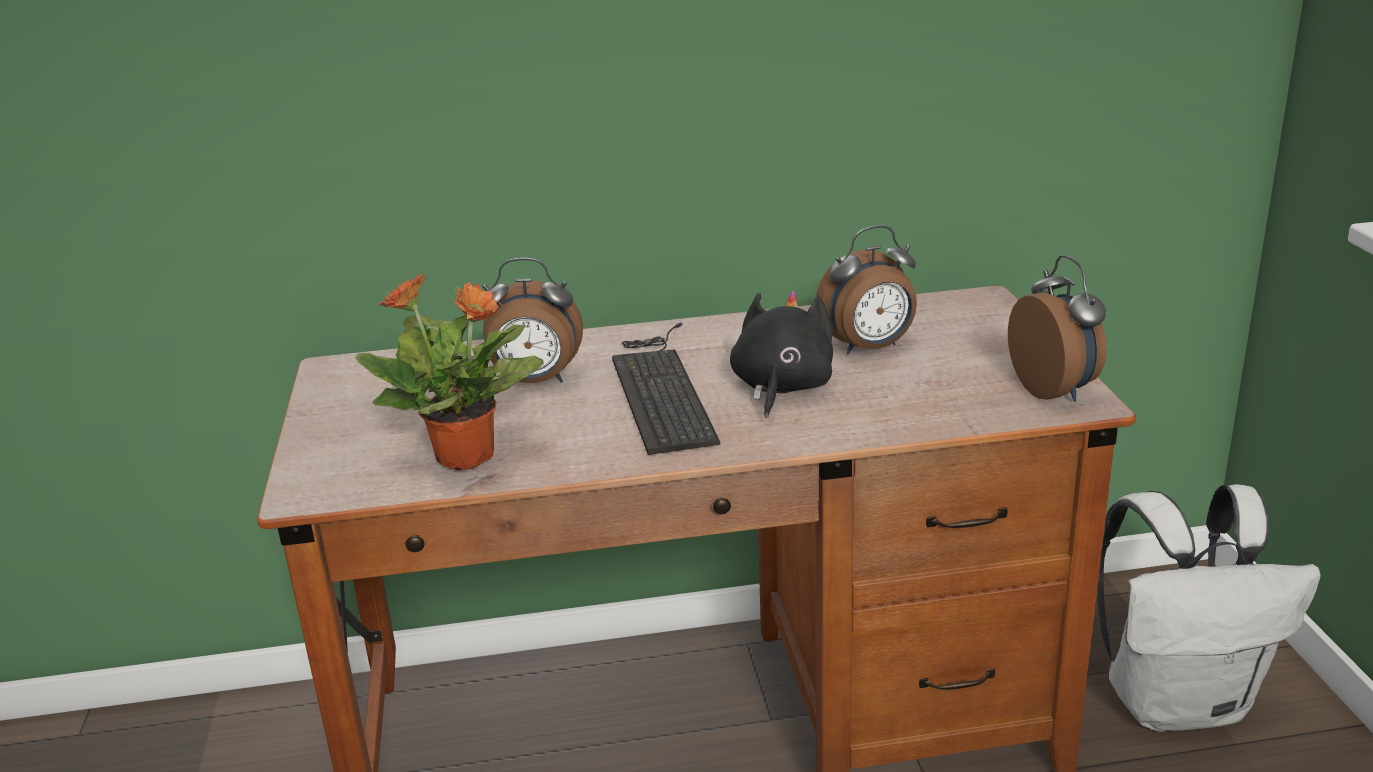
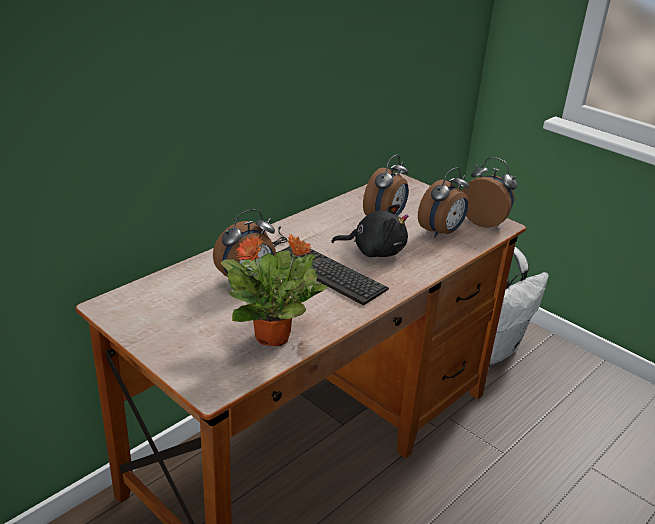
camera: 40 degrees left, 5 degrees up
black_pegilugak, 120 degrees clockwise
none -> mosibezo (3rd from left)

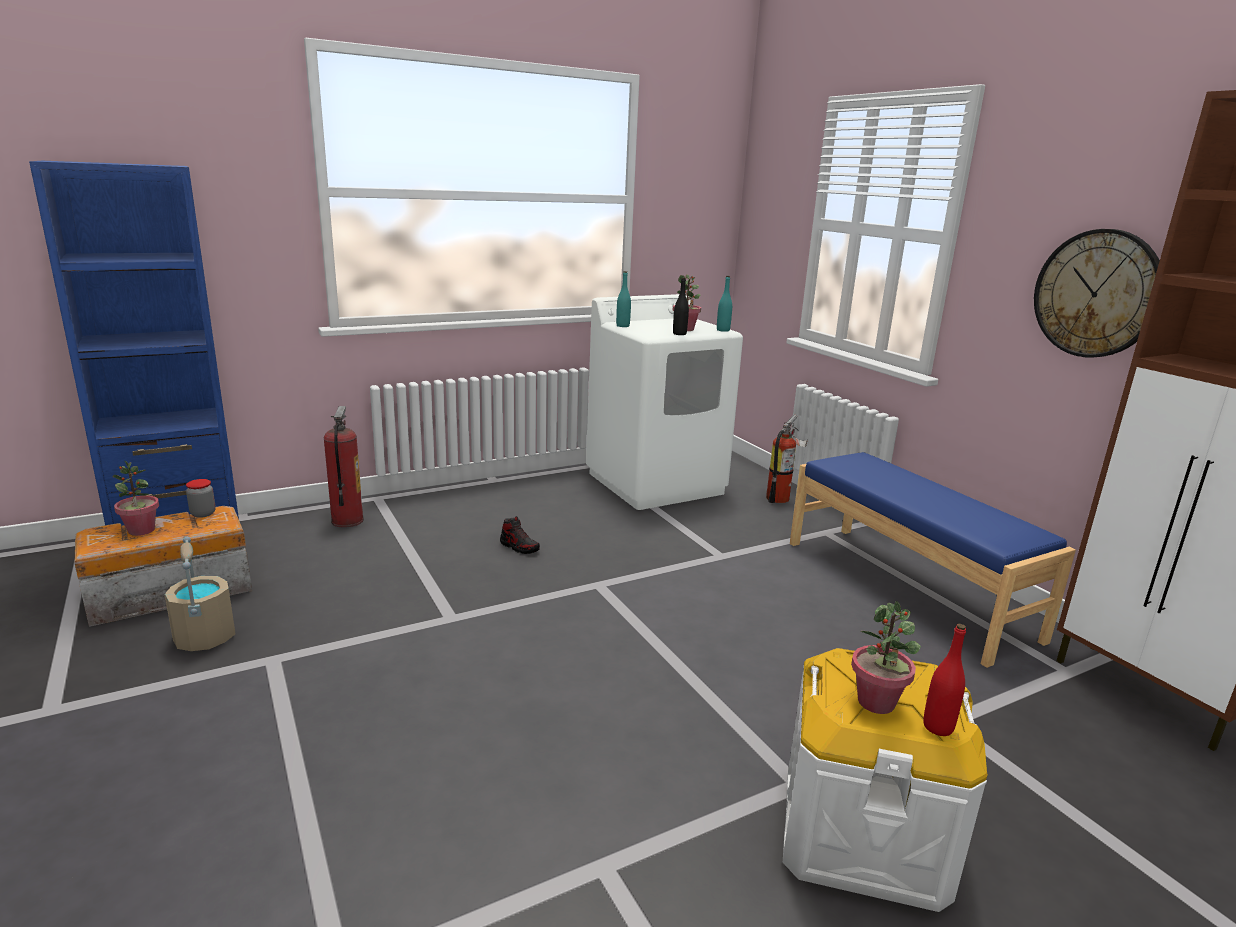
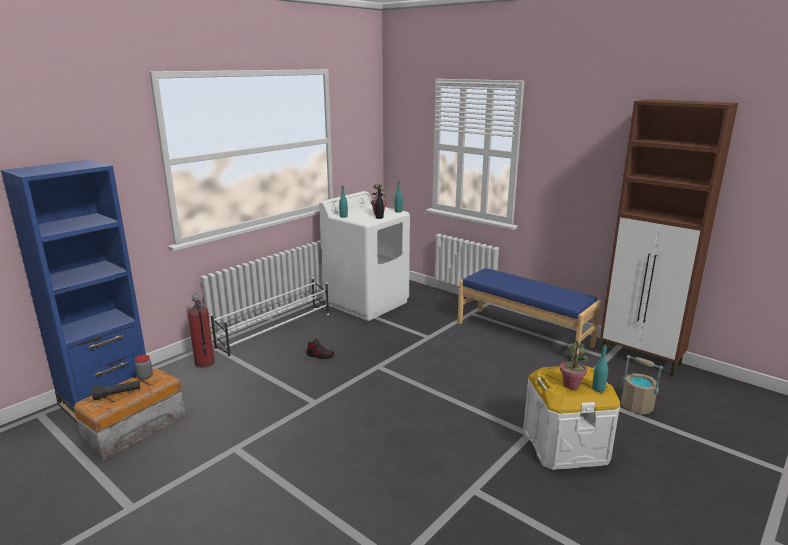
camera: 20 degrees left, 0 degrees up
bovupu (1st from left) -> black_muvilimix
none -> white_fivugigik
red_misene -> turquoise_misene (3rd from left)
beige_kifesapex, move
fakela (2nd from left) -> none
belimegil -> none

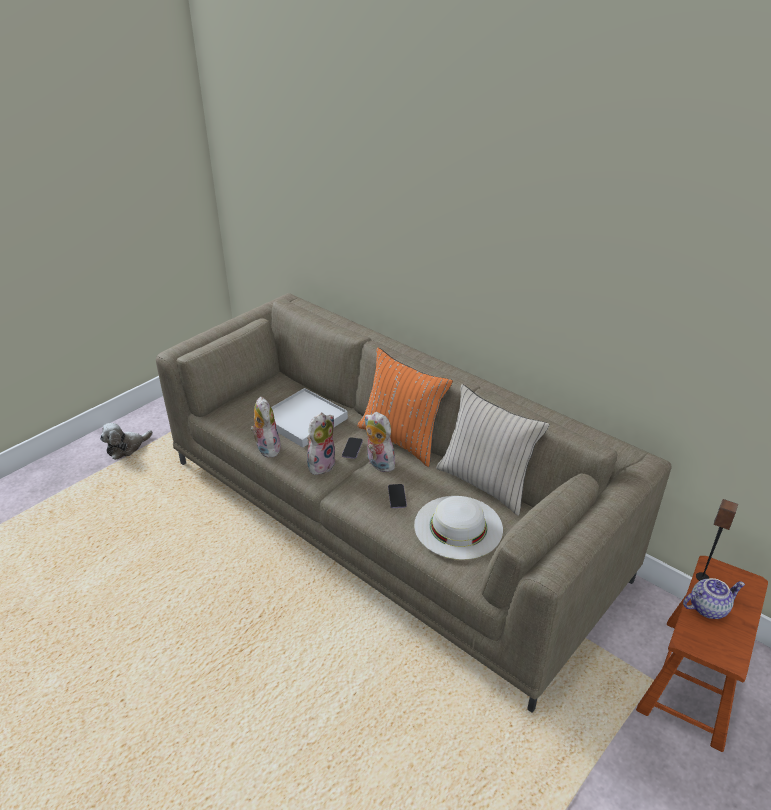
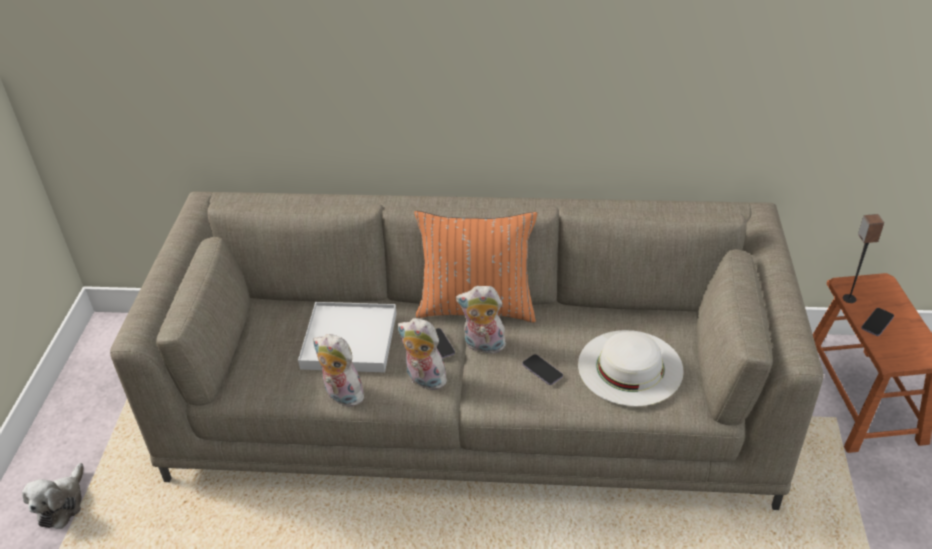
camera: 35 degrees left, 5 degrees up
pegilugak (3rd from left), 60 degrees counterclockwise
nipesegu -> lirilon (3rd from left)
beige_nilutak -> none

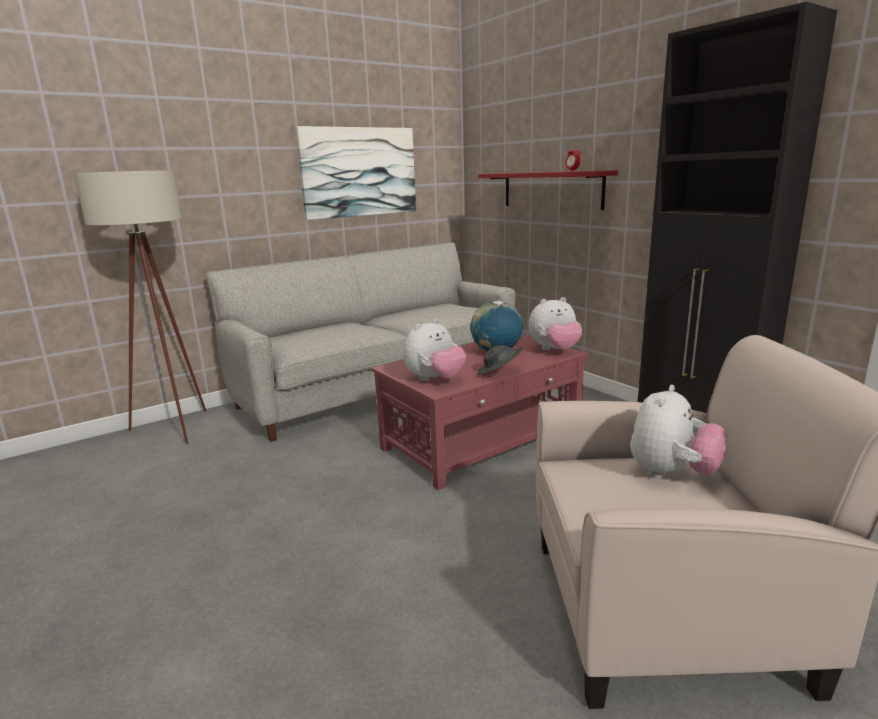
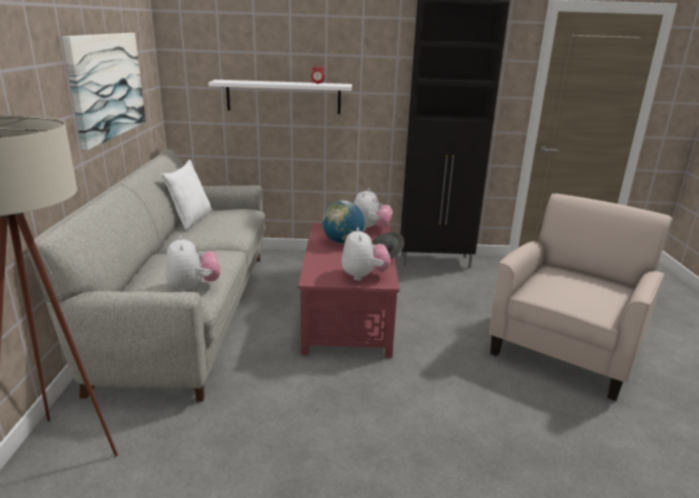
camera: 55 degrees left, 5 degrees up
none -> white_nilutak
pegilugak (3rd from left in the first image) -> pegilugak (1st from left), move
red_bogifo -> white_bogifo

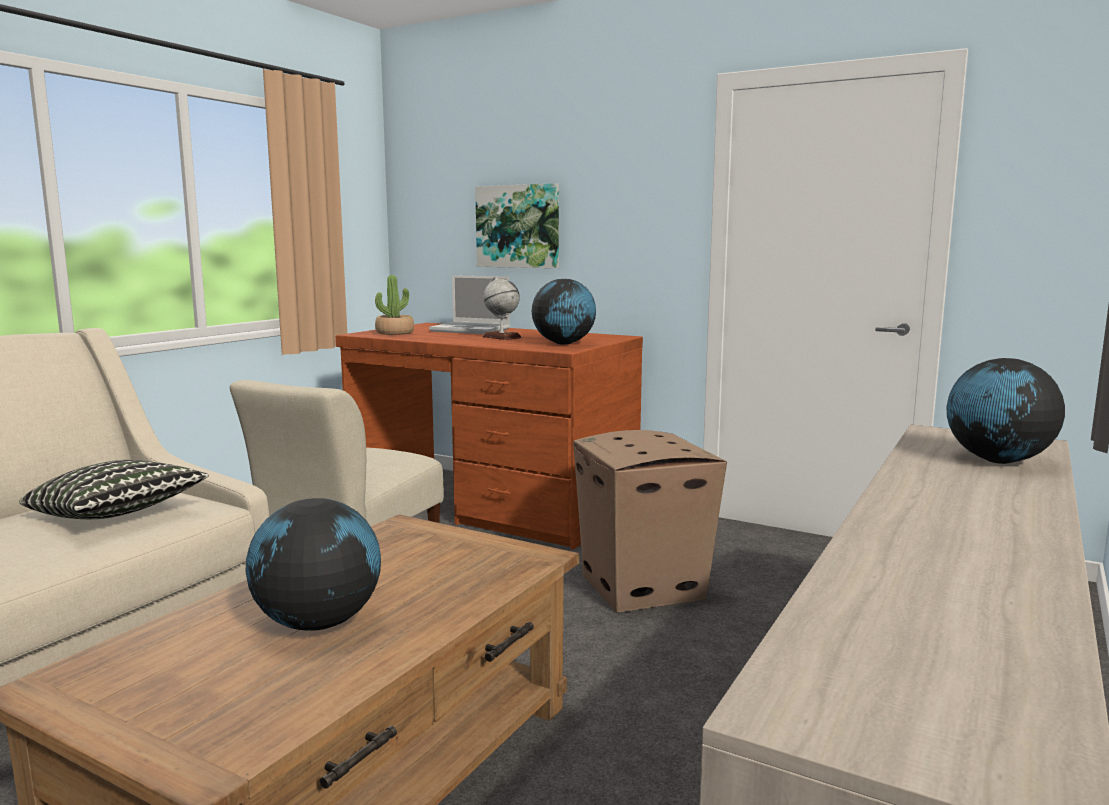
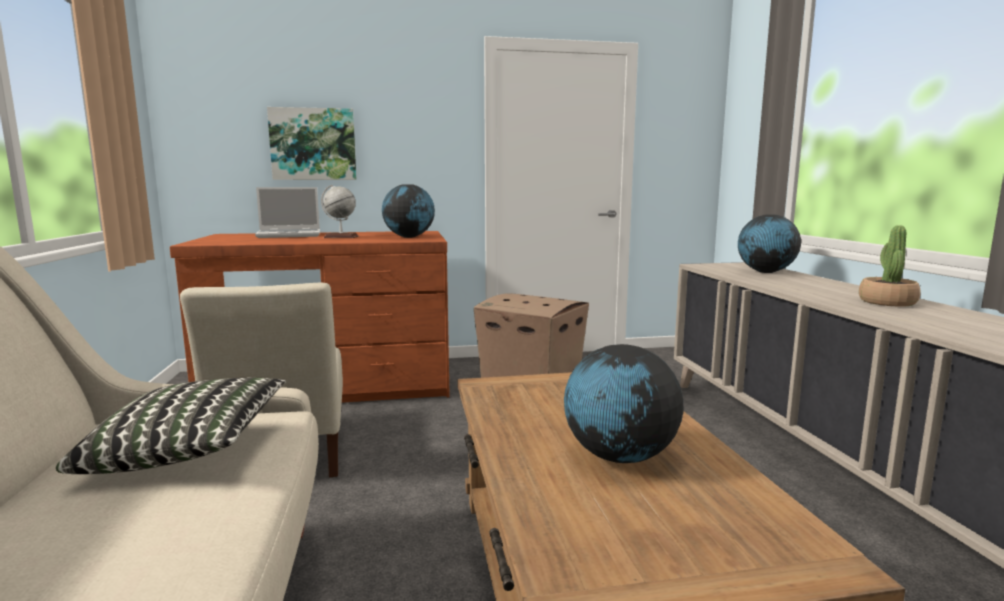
camera: 40 degrees left, 0 degrees up
bovupu, move

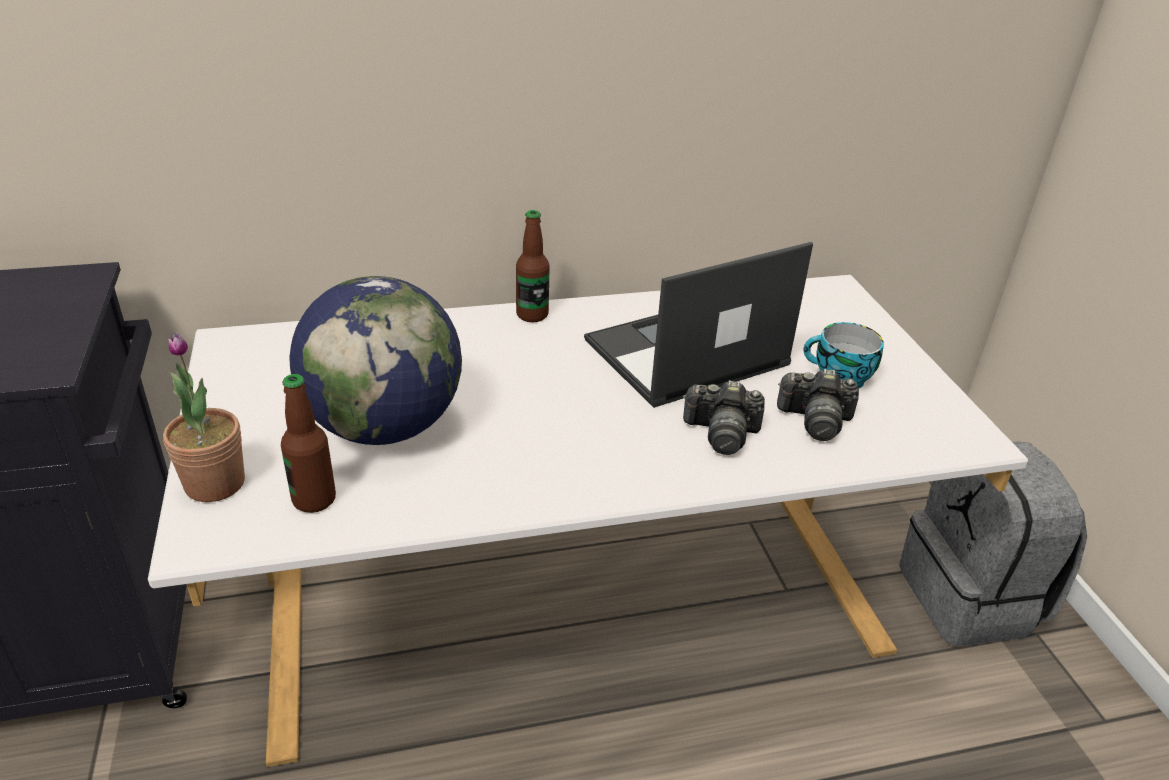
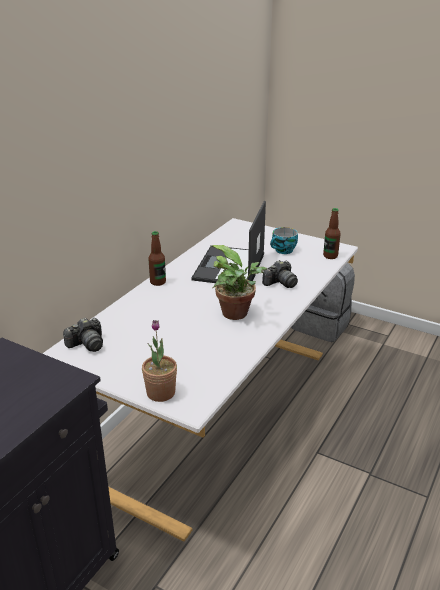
camera: 45 degrees left, 5 degrees down
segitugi (2nd from left in the first image) -> segitugi (1st from left), move
none -> bovupu (2nd from left)
misene (1st from left in the first image) -> misene (2nd from left), move
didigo -> none

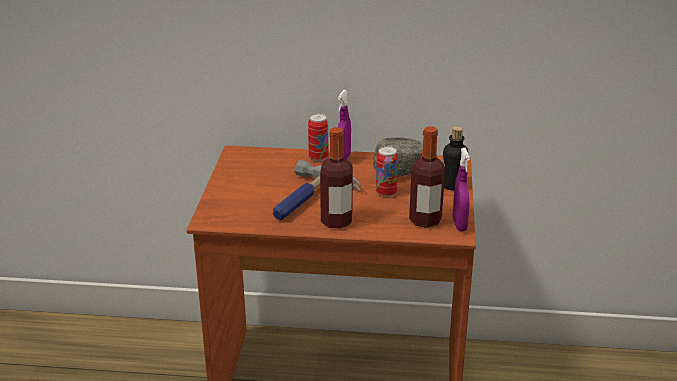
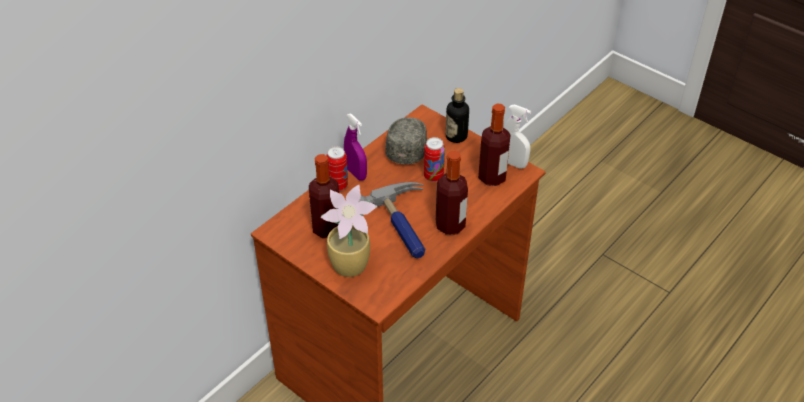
camera: 55 degrees left, 15 degrees up
none -> misene (1st from left)
none -> bovupu
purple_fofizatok (2nd from left) -> white_fofizatok

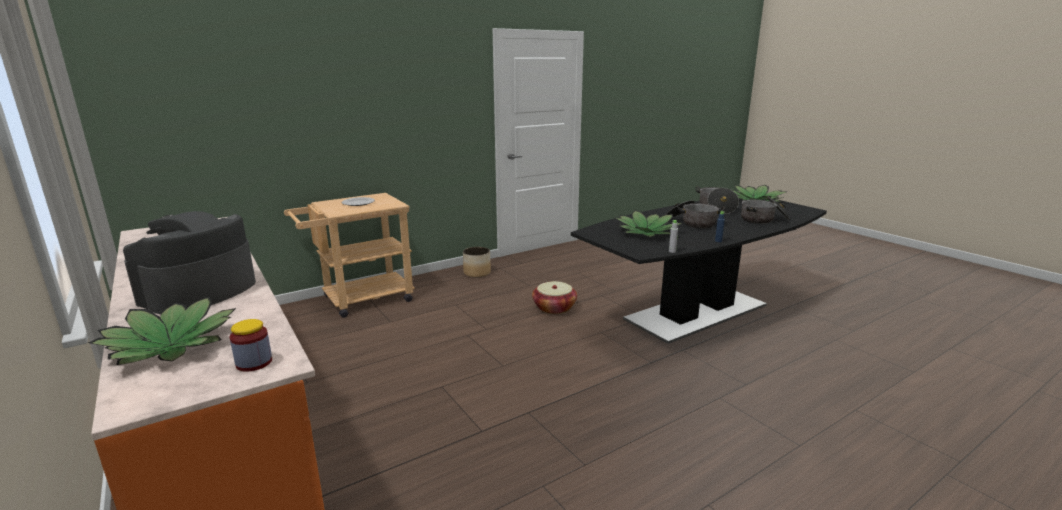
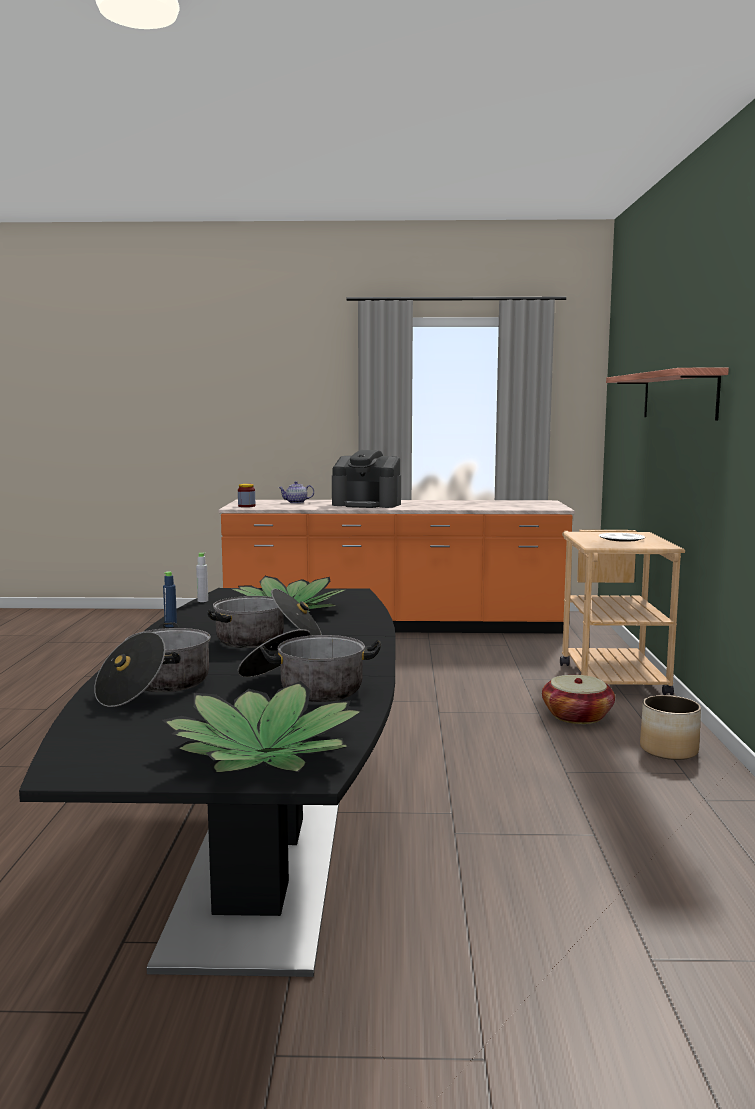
camera: 125 degrees right, 10 degrees down
bovupu (1st from left) -> nipesegu
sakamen, 135 degrees clockwise
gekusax, move
none -> bogifo

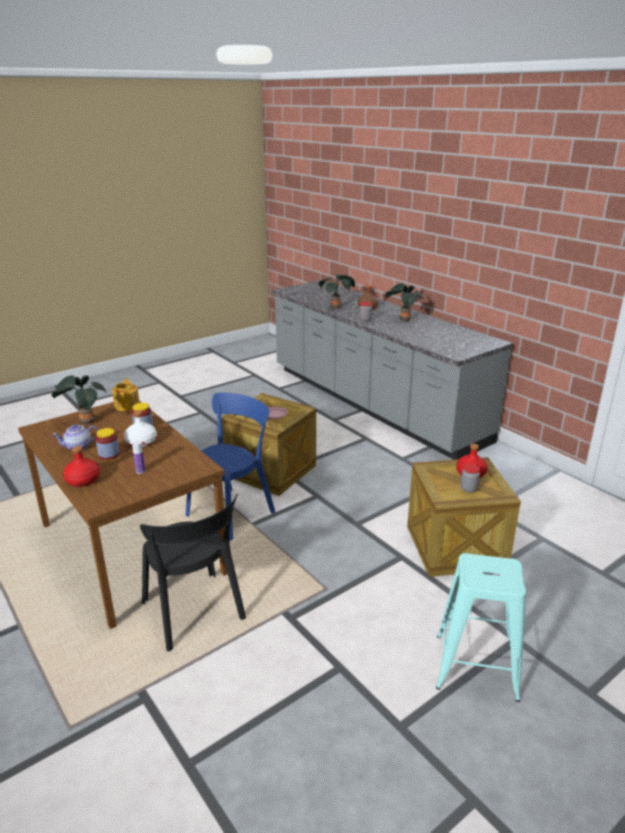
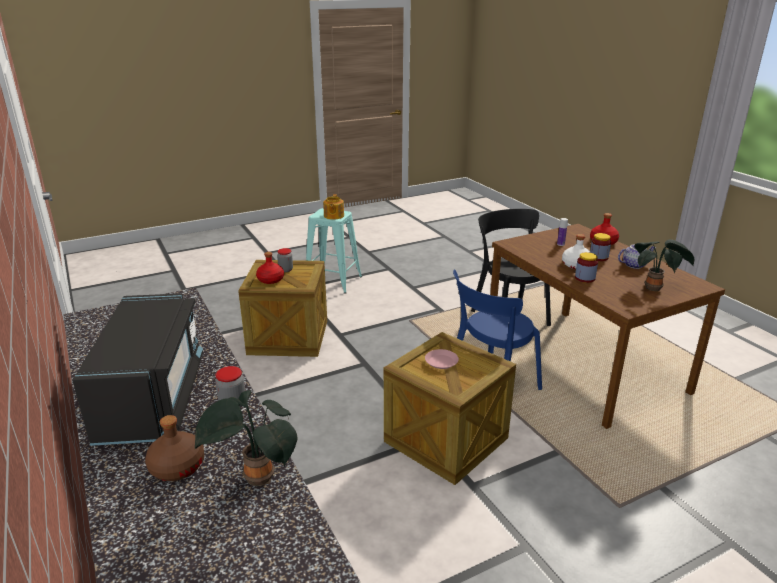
camera: 170 degrees left, 0 degrees up
bovupu (3rd from left) -> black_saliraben
nipesegu (2nd from left in the first image) -> nipesegu (1st from left), move

